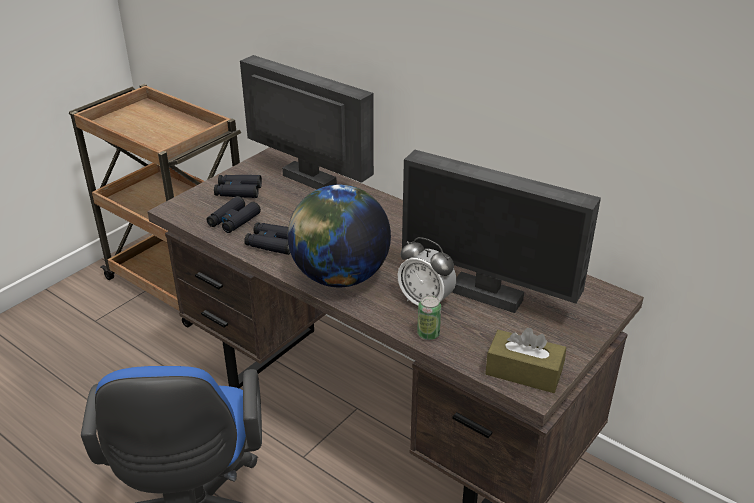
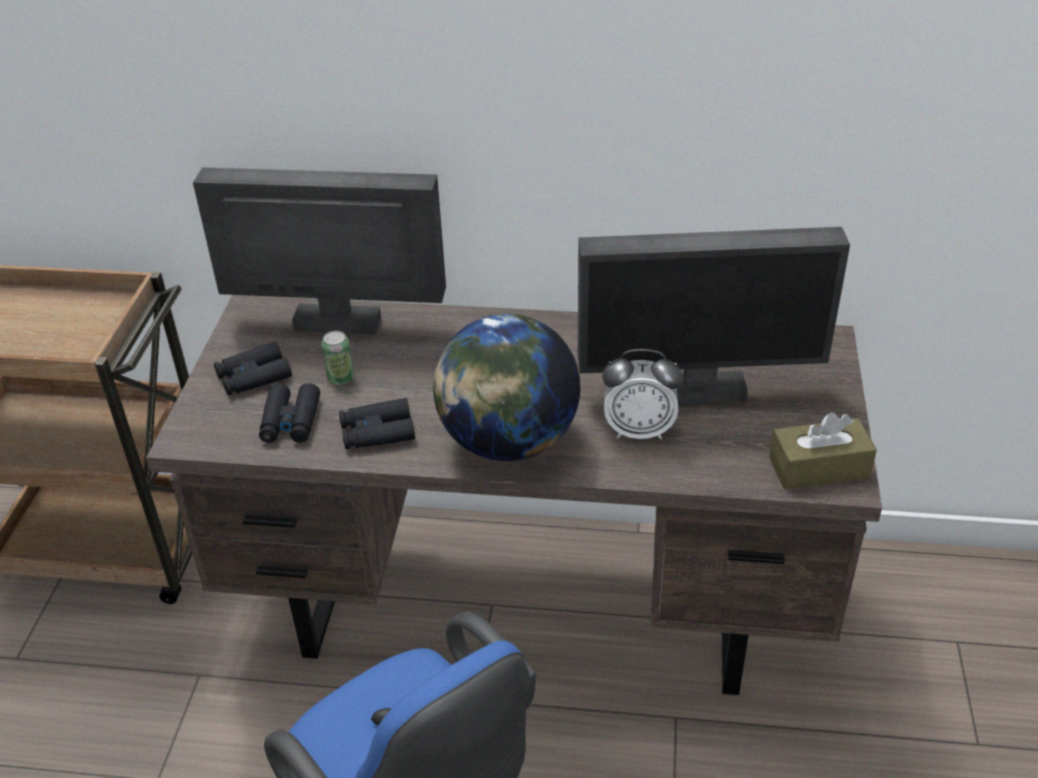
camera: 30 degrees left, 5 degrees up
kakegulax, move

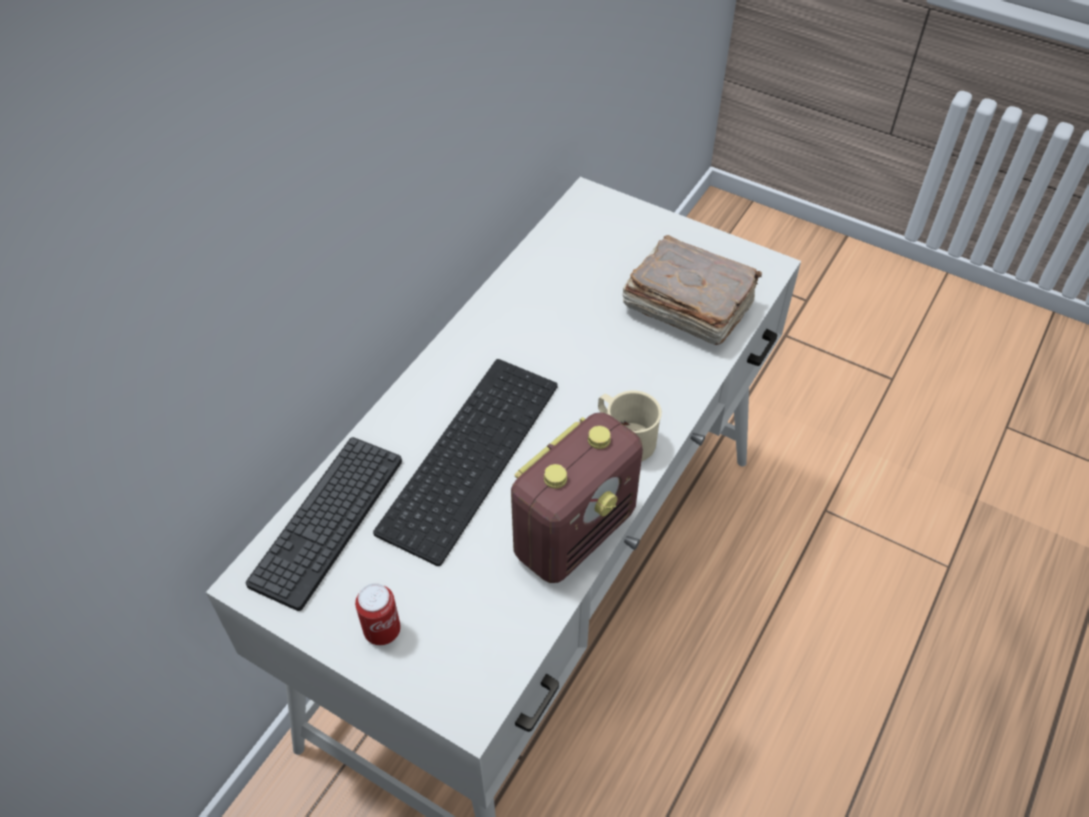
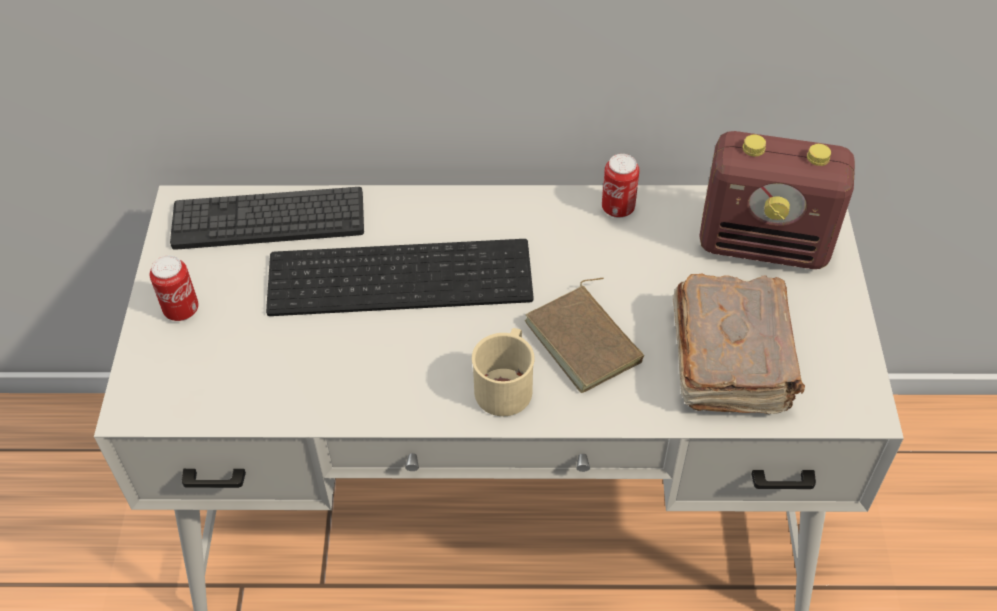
camera: 60 degrees right, 0 degrees up
none -> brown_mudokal (1st from left)
none -> kakegulax (2nd from left)
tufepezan, move

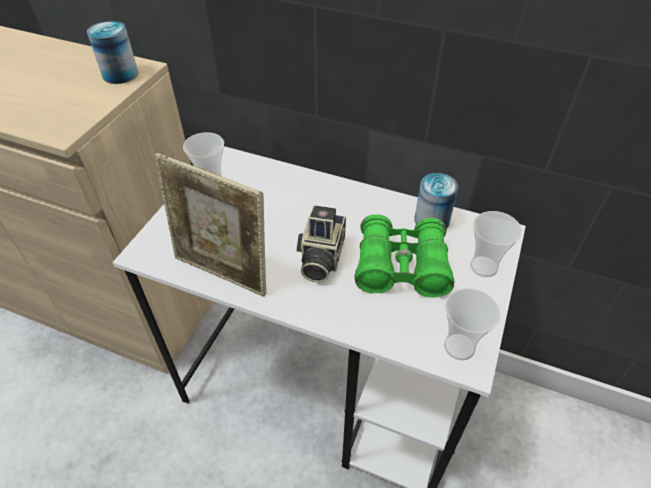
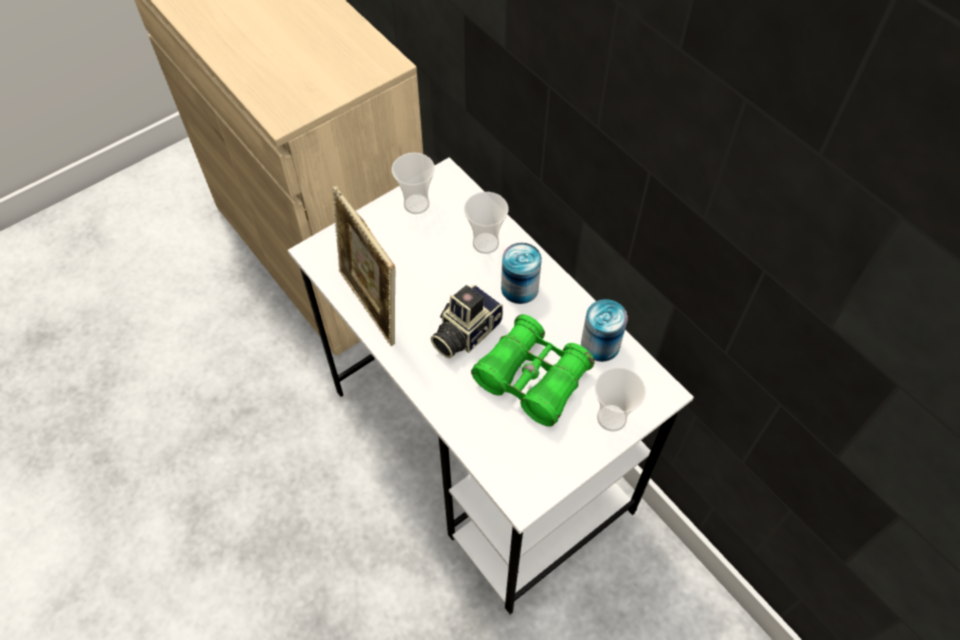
camera: 30 degrees right, 10 degrees up
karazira (2nd from left), move
kakegulax (1st from left), move

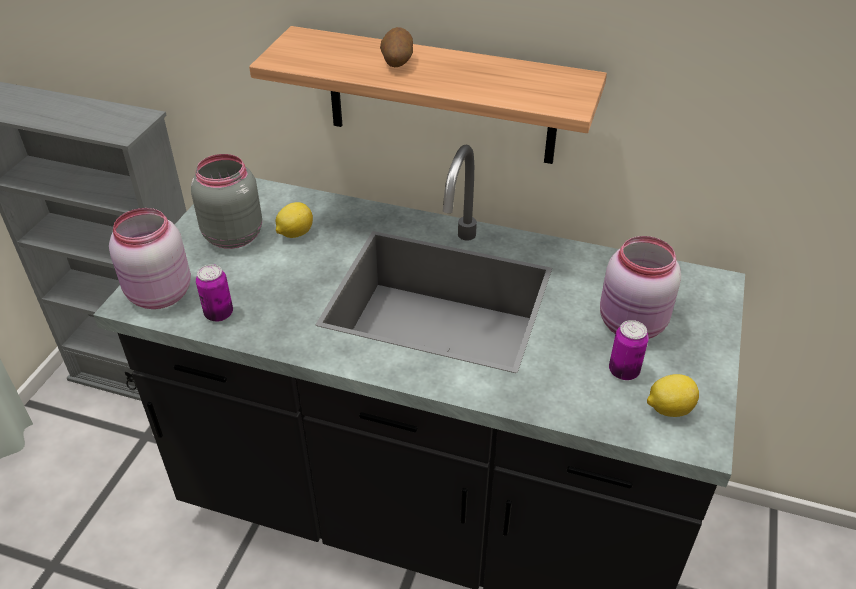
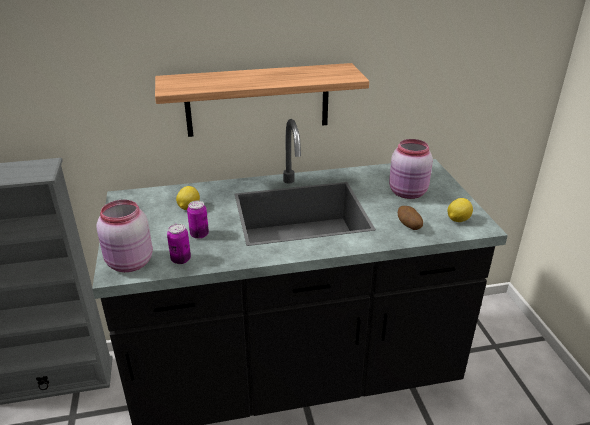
camera: 30 degrees left, 10 degrees down
kakegulax (2nd from left), move
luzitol, move
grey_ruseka -> none

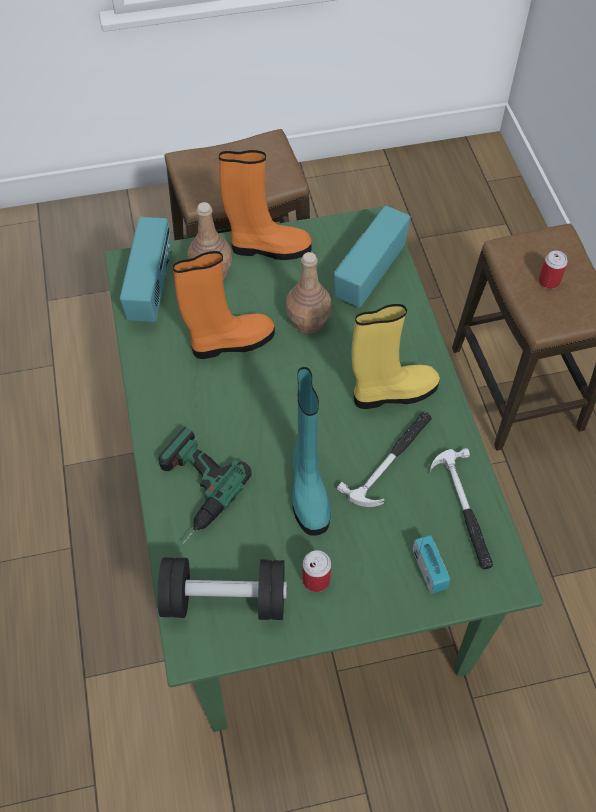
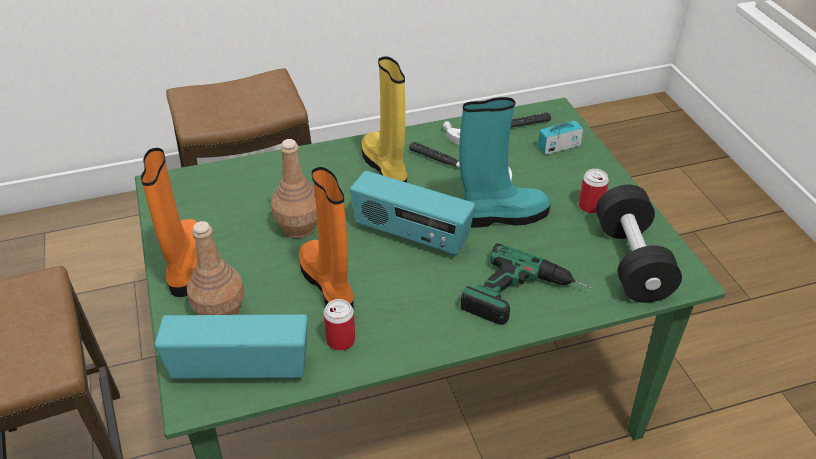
camera: 95 degrees left, 15 degrees down
kakegulax (2nd from left in the first image) -> kakegulax (1st from left), move
tufepezan (2nd from left), move

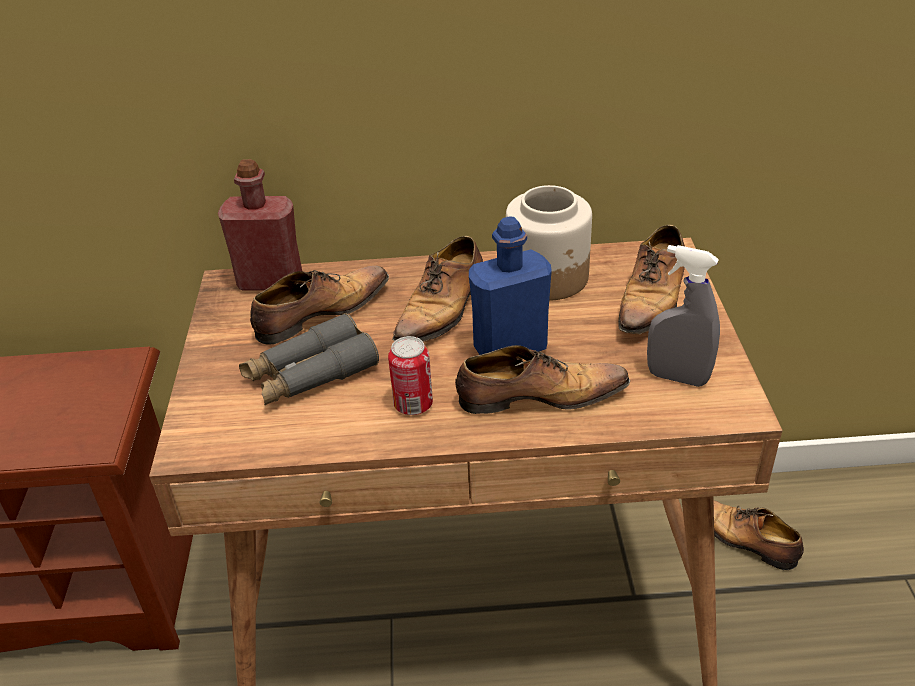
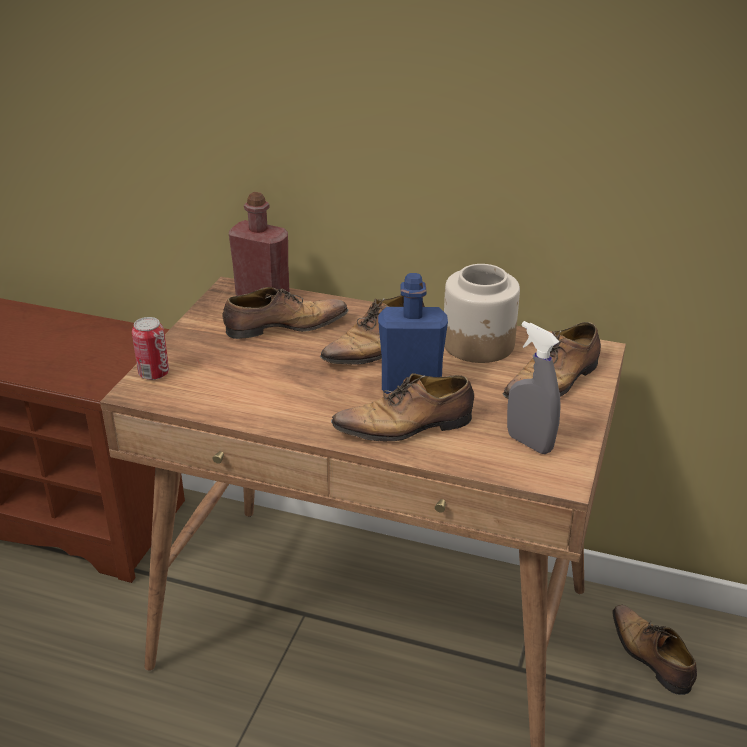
camera: 20 degrees right, 5 degrees down
kakegulax, move
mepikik (3rd from left), 150 degrees clockwise
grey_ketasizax -> none

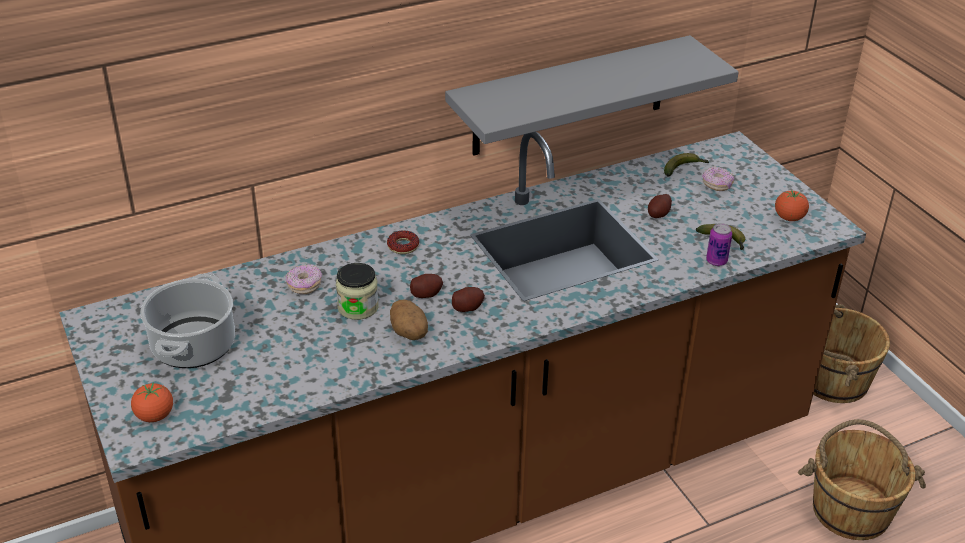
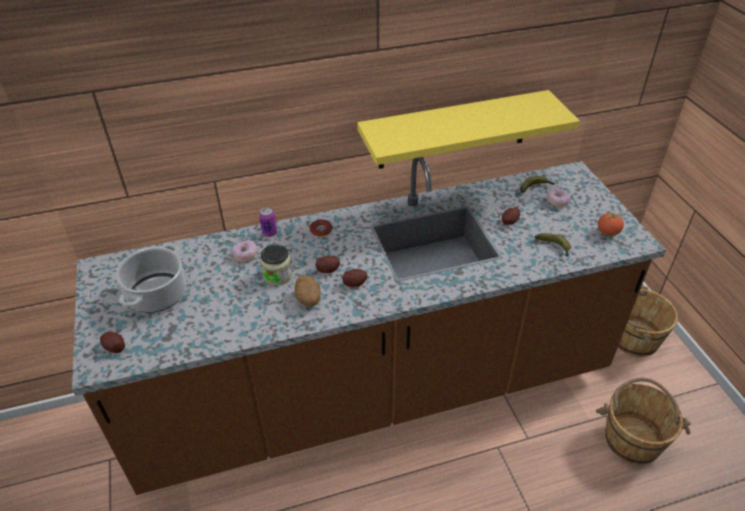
camera: 10 degrees right, 5 degrees up
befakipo (1st from left) -> luzitol (1st from left)
kakegulax, move
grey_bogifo -> yellow_bogifo

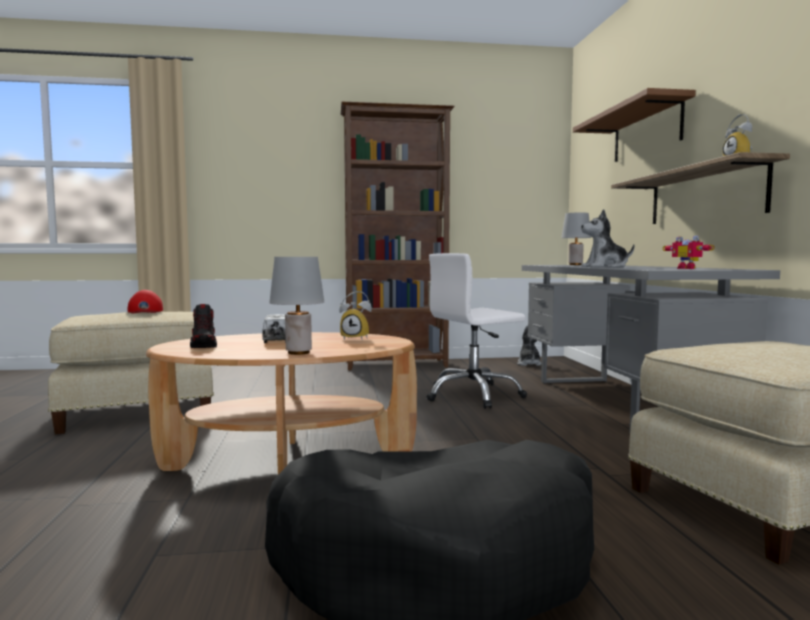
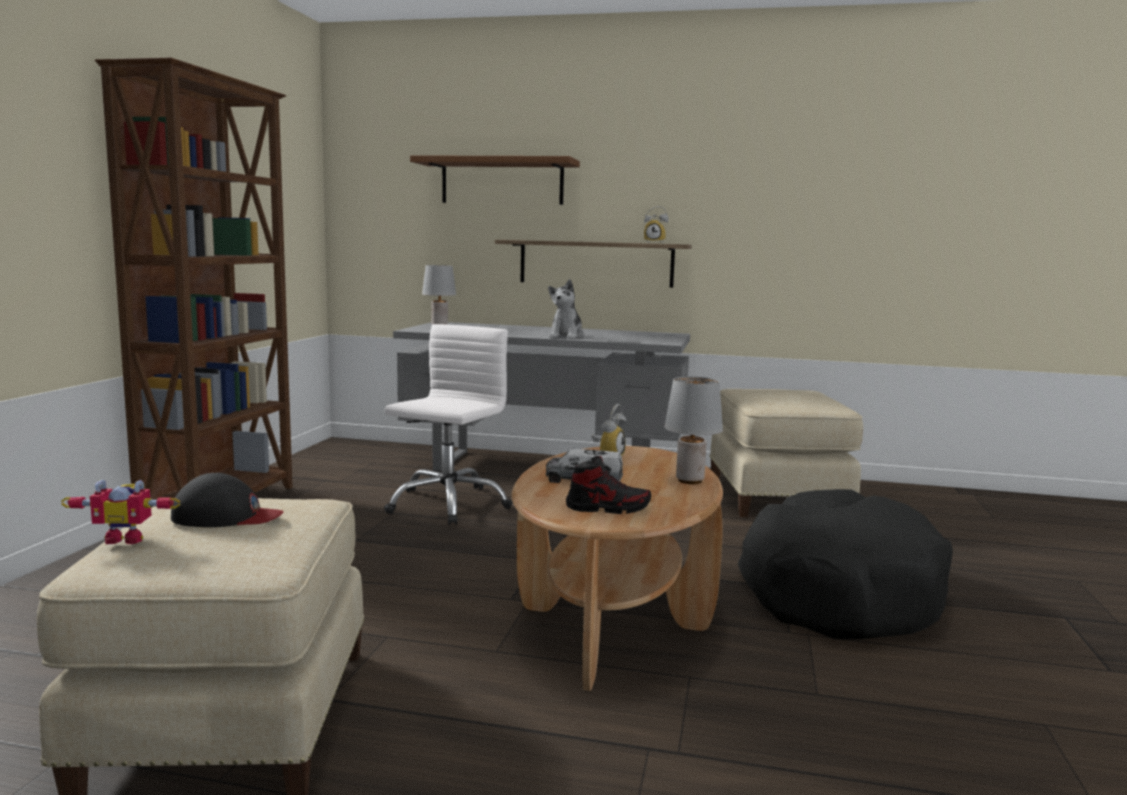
camera: 70 degrees left, 5 degrees up
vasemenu, move
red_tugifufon -> black_tugifufon
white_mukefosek, 150 degrees counterclockwise
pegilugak (1st from left) -> none

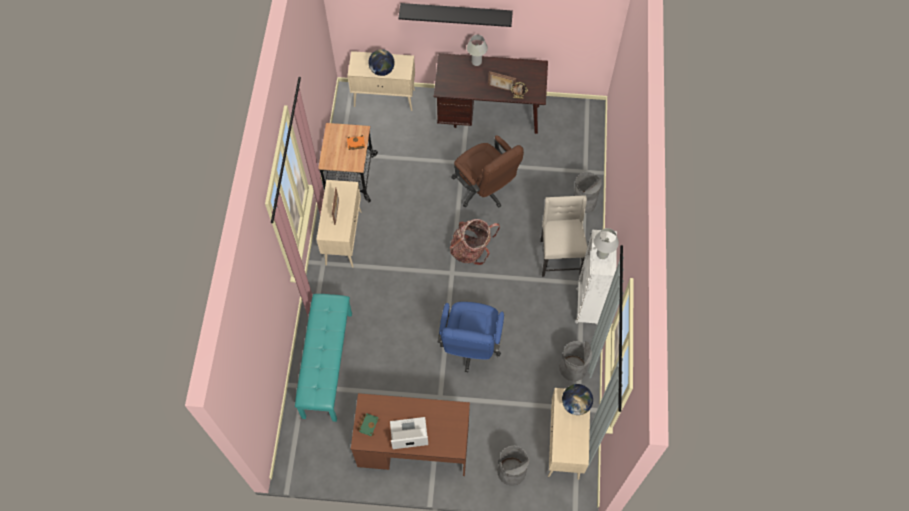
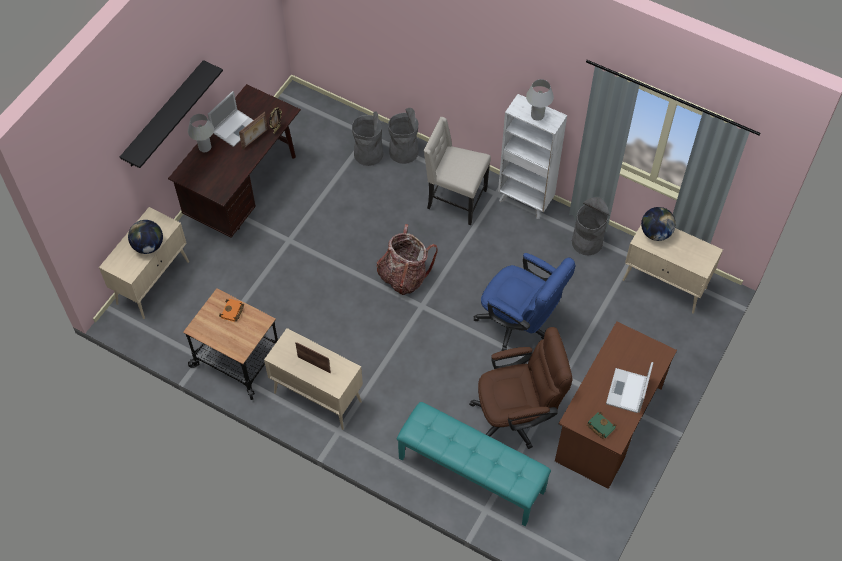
camera: 65 degrees left, 5 degrees down
none -> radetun (1st from left)
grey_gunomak (1st from left), move
brown_mukefosek, move

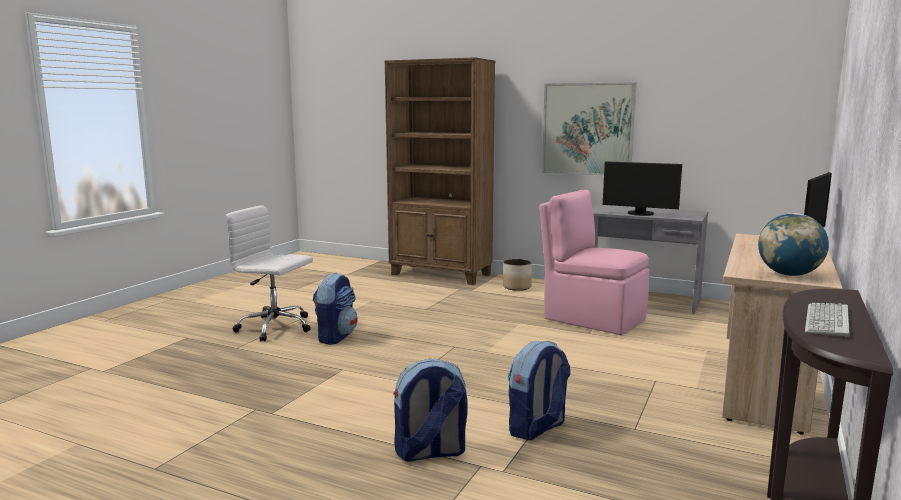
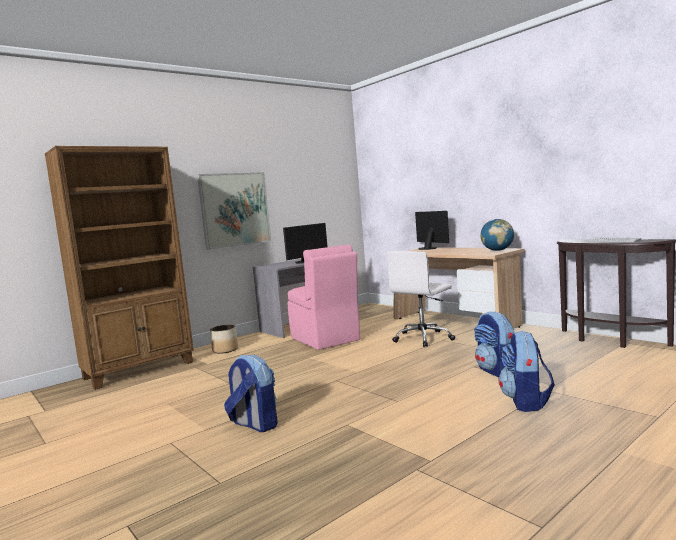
camera: 65 degrees left, 5 degrees down
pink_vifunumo, 90 degrees counterclockwise
white_mukefosek, move

